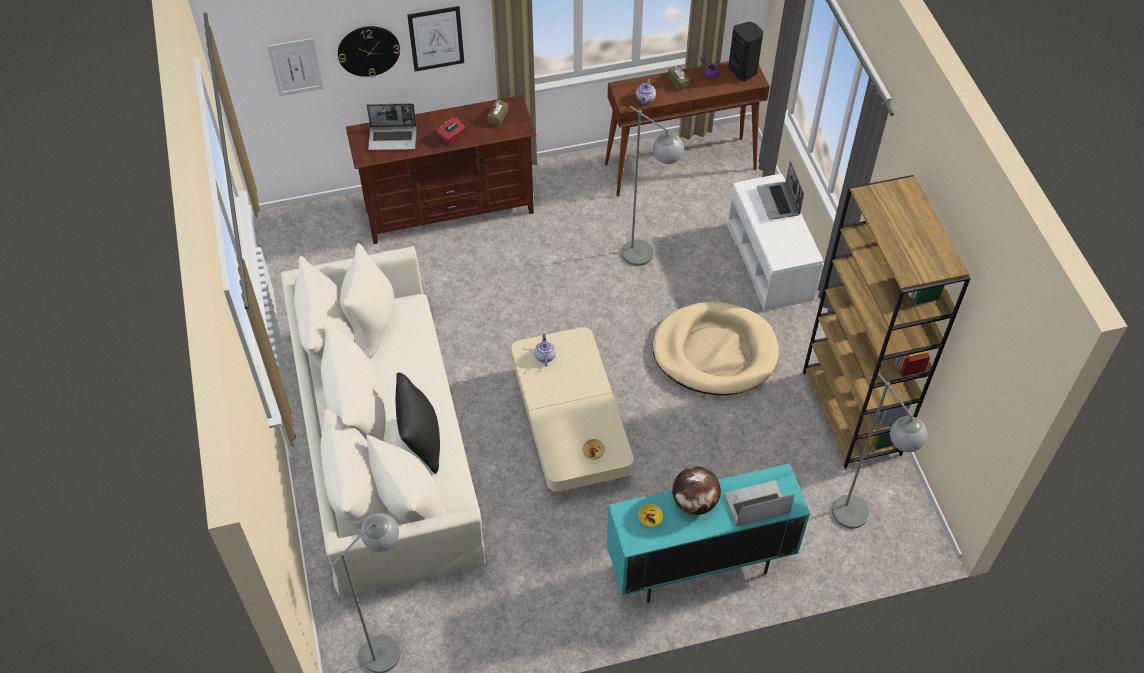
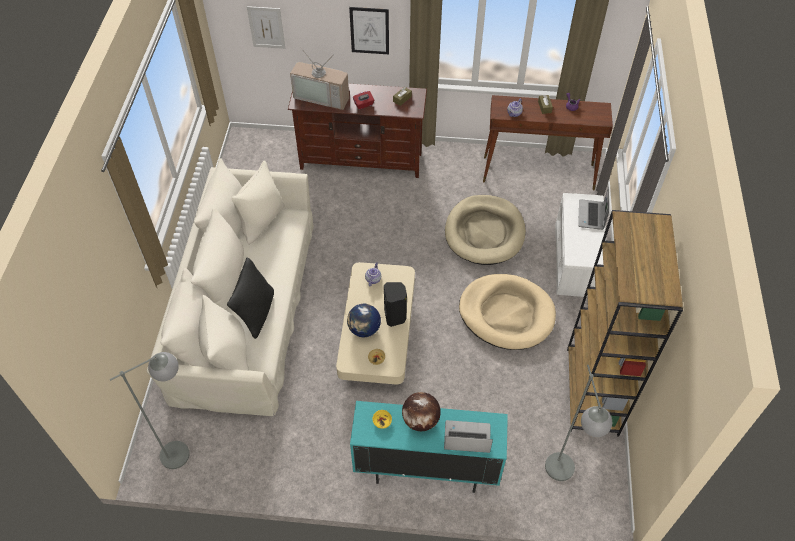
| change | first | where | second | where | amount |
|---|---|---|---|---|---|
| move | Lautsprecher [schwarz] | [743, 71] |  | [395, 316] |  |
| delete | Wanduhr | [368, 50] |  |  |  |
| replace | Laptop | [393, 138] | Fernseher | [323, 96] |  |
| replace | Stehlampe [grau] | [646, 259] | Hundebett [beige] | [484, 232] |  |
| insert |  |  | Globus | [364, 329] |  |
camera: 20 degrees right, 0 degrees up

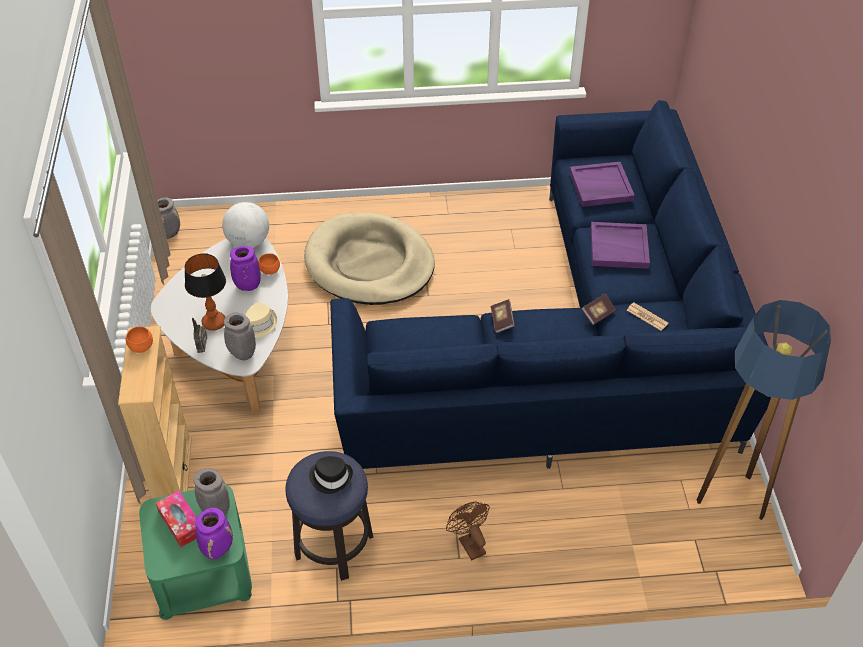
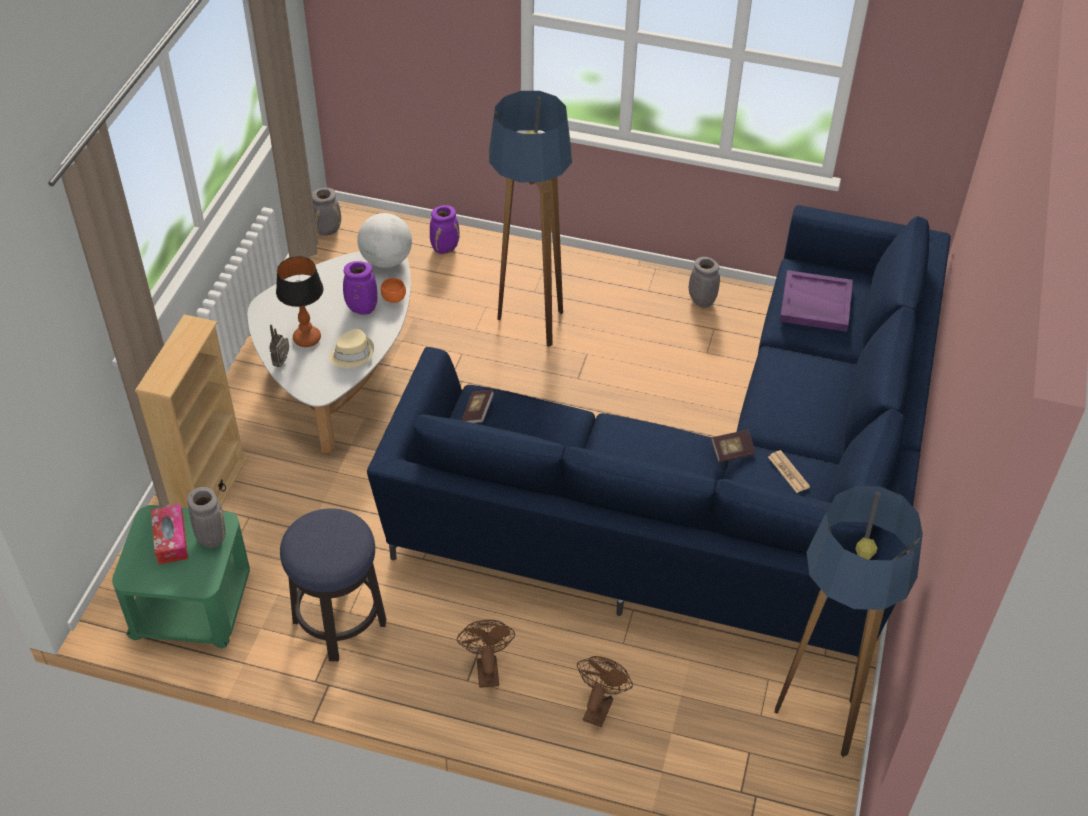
| change | first | where | second | where | amount |
|---|---|---|---|---|---|
| replace | Hundebett [beige] | [369, 264] | Stehlampe | [529, 324] |  |
| delete | Tablett [lila] | [619, 247] |  |  |  |
| move | Buch | [502, 321] |  | [477, 413] |  |
| move | Vase [grau] | [242, 354] |  | [701, 301] |  |
| delete | Schüssel [orange] | [141, 347] |  |  |  |
| delete | Hut [schwarz] | [331, 477] |  |  |  |
| move | Vase [lila] | [218, 549] |  | [445, 248] |  |
| insert |  |  | Ventilator [braun] | [599, 705] |  |
camera: 20 degrees right, 0 degrees up

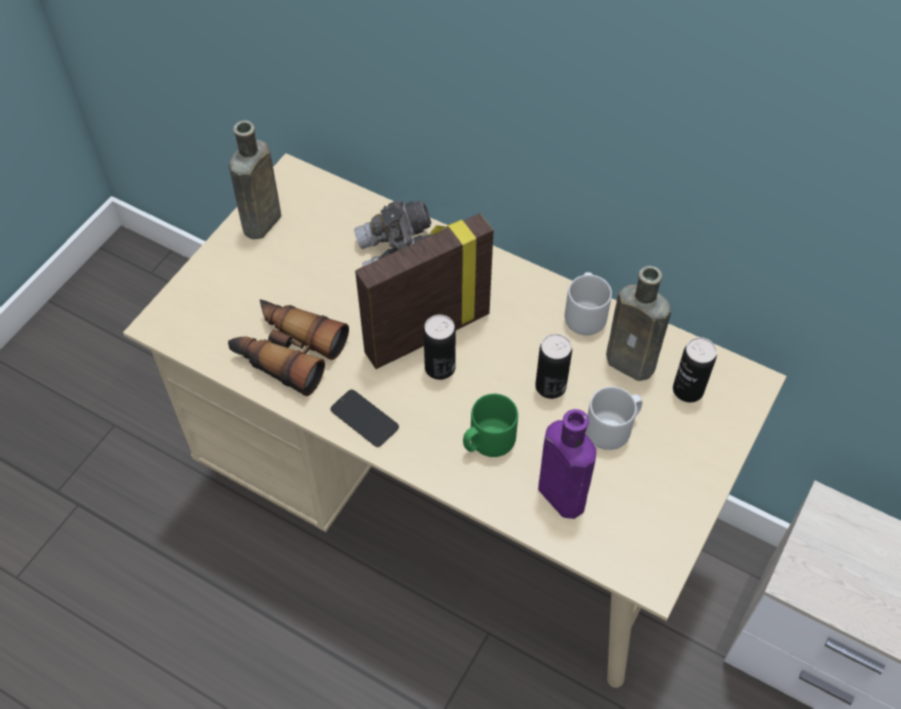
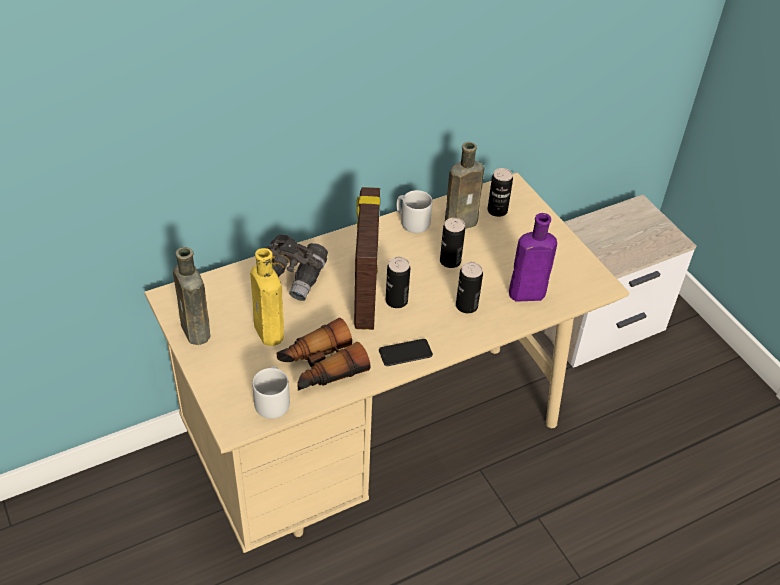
| change | first | where | second | where | amount |
|---|---|---|---|---|---|
| move | Henkelbecher [grau] | [613, 428] |  | [273, 401] |  |
| replace | Henkelbecher [grün] | [487, 441] | Dose | [466, 306] |  |
| insert |  |  | Flasche [gelb] | [270, 333] |  |
camera: 60 degrees left, 10 degrees down

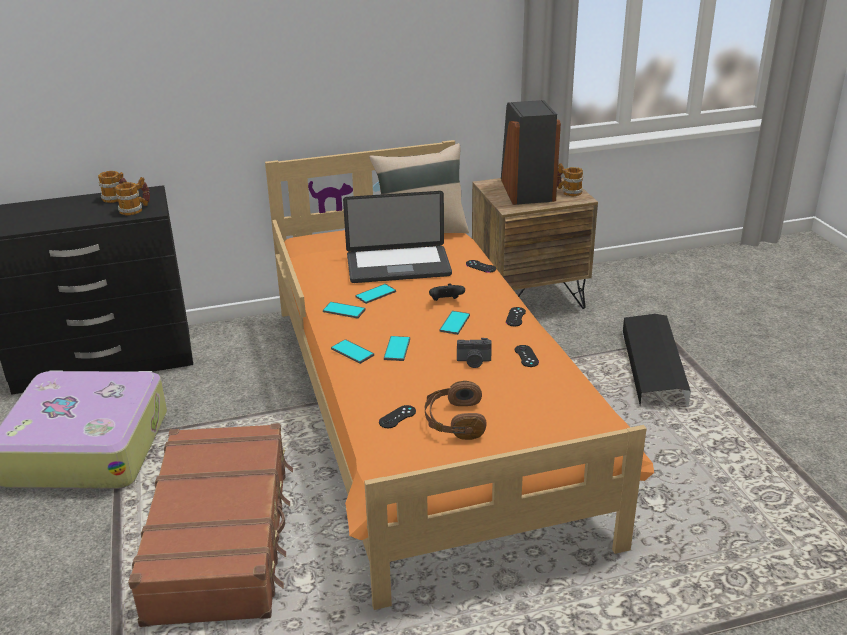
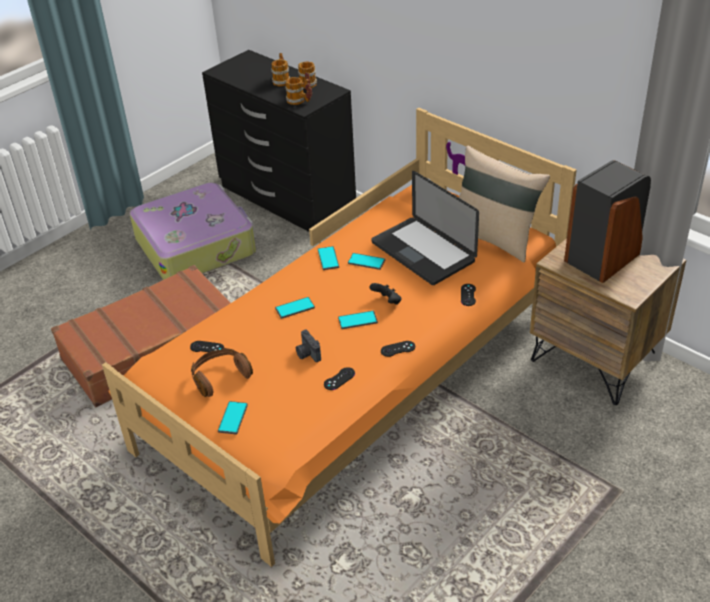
| change | first | where | second | where | amount |
|---|---|---|---|---|---|
| move | Henkelbecher | [568, 191] |  | [281, 80] |  |
| delete | Aufbewahrungsbox [schwarz] | [653, 367] |  |  |  |
| move | Handy | [352, 352] |  | [233, 418] |  |
camera: 60 degrees right, 10 degrees up

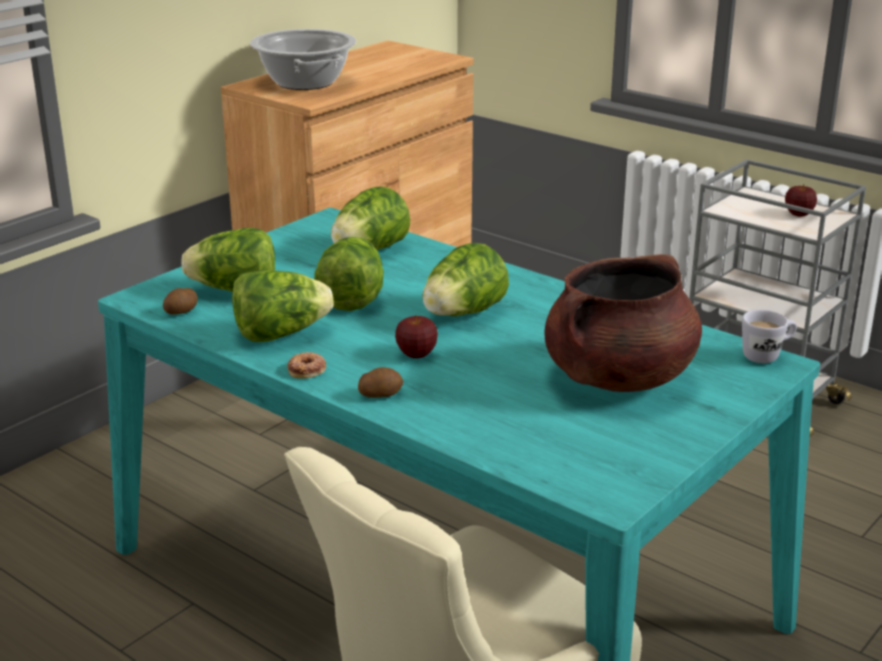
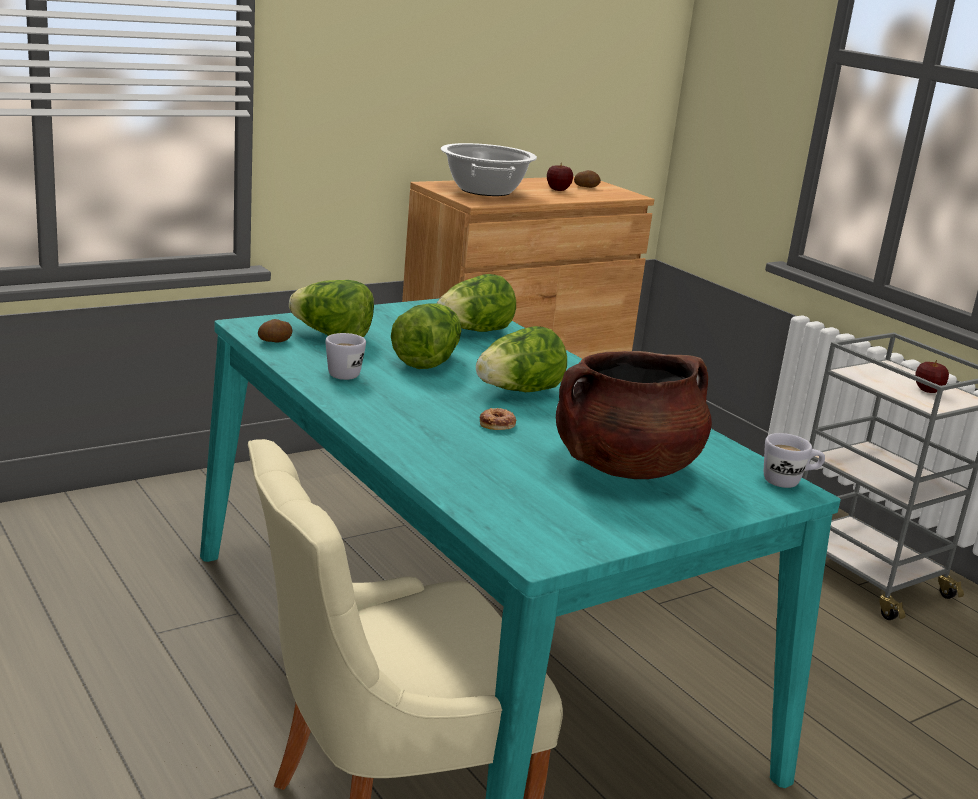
| change | first | where | second | where | amount |
|---|---|---|---|---|---|
| replace | Salatkopf | [280, 334] | Henkelbecher [weiß] | [344, 373] |  |
| move | Apfel | [417, 354] |  | [558, 190] |  |
| move | Donut | [307, 370] |  | [497, 424] |  |
| move | Kartoffel | [380, 394] |  | [586, 187] |  |
camera: 15 degrees right, 5 degrees down

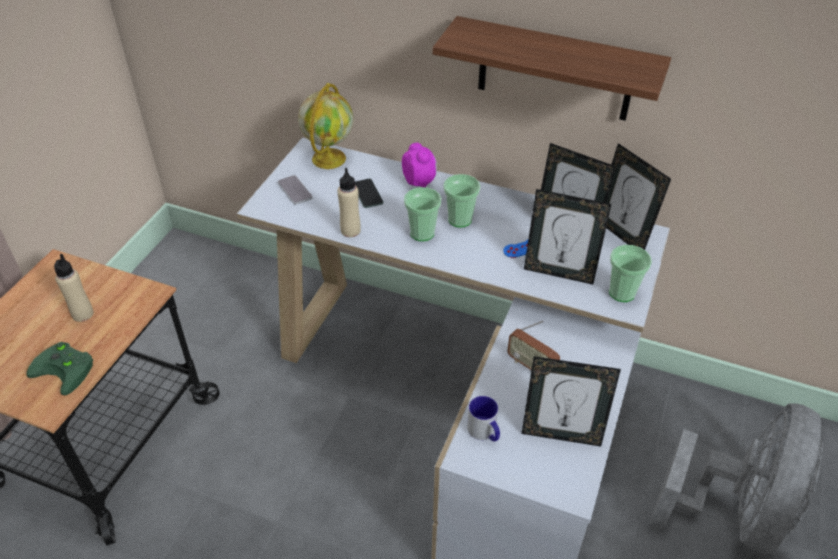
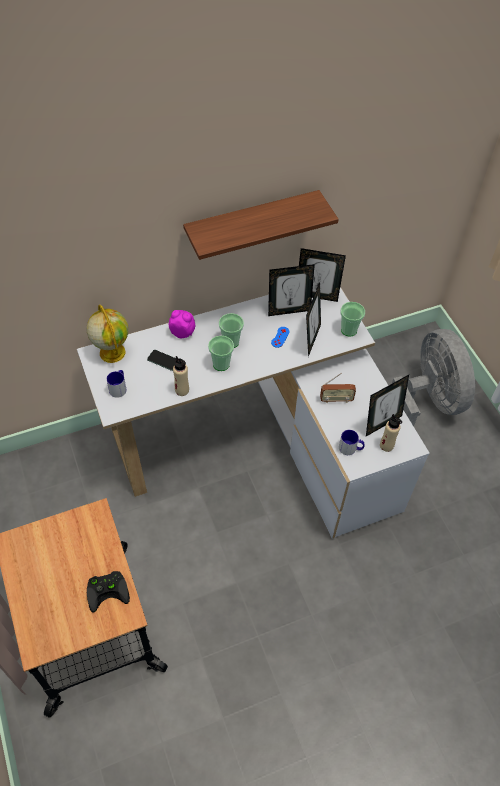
| change | first | where | second | where | amount |
|---|---|---|---|---|---|
| replace | Handy | [295, 190] | Henkelbecher | [119, 387] |  |
| rotate | Bilderrahmen | [559, 272] |  | [311, 339] | 45 degrees counterclockwise |
| move | Flasche [beige] | [82, 314] |  | [386, 445] |  |
| recolor | Gamepad [grün] | [67, 369] | Gamepad [schwarz] | [108, 590] |  |
camera: 45 degrees left, 10 degrees up

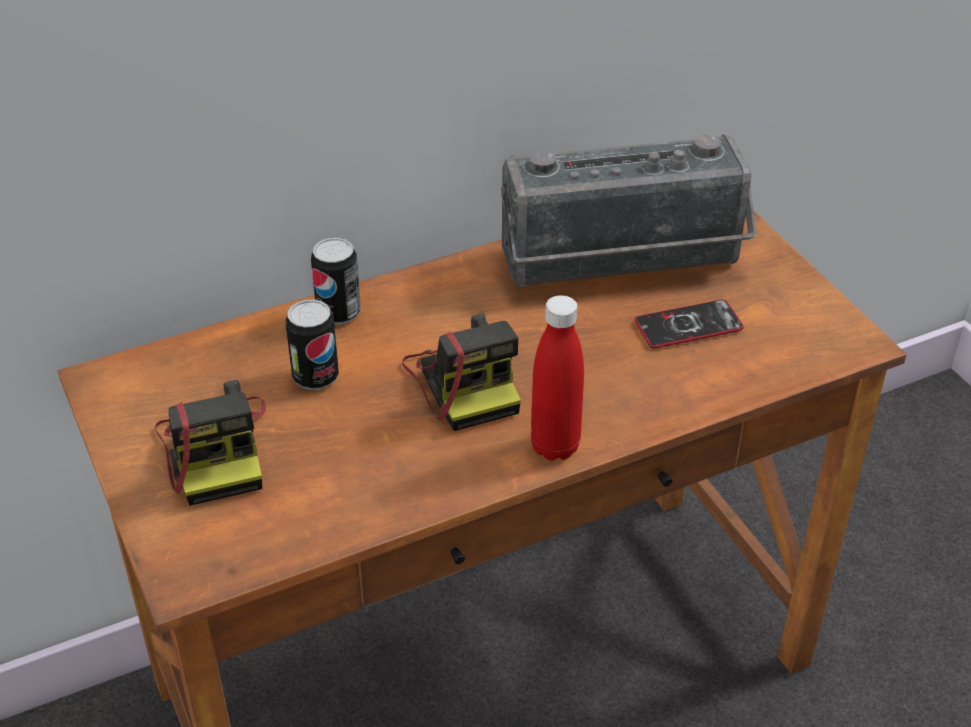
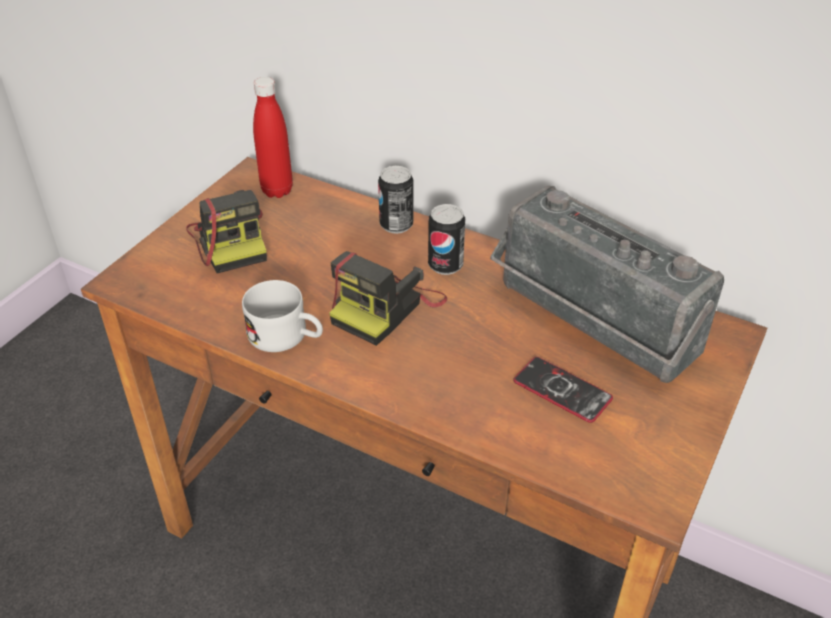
| change | first | where | second | where | amount |
|---|---|---|---|---|---|
| move | Flasche [rot] | [555, 446] |  | [277, 190] |  |
| move | Dose | [315, 377] |  | [445, 265] |  |
| rotate | Kamera | [216, 450] |  | [231, 240] | 60 degrees counterclockwise |
| insert |  |  | Henkelbecher [weiß] | [287, 337] |  |
camera: 55 degrees right, 0 degrees up

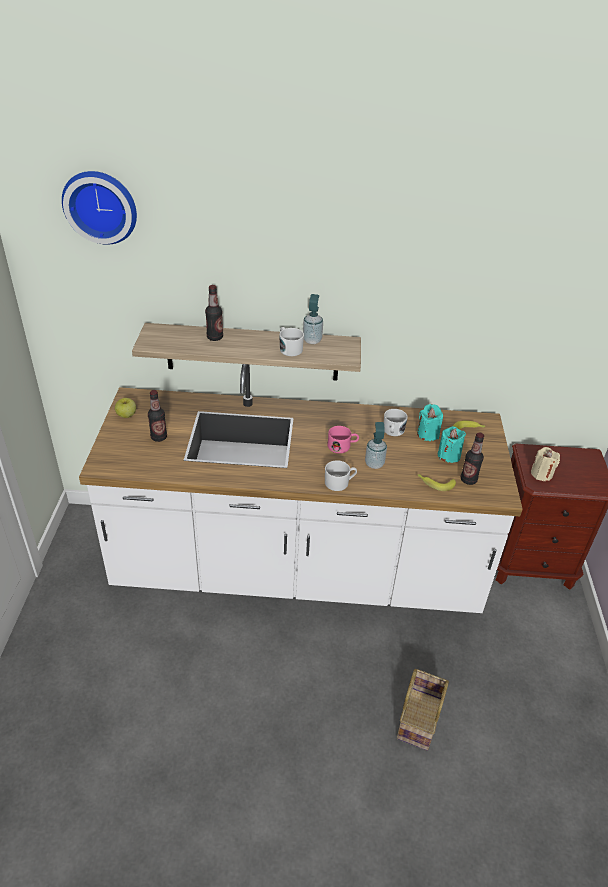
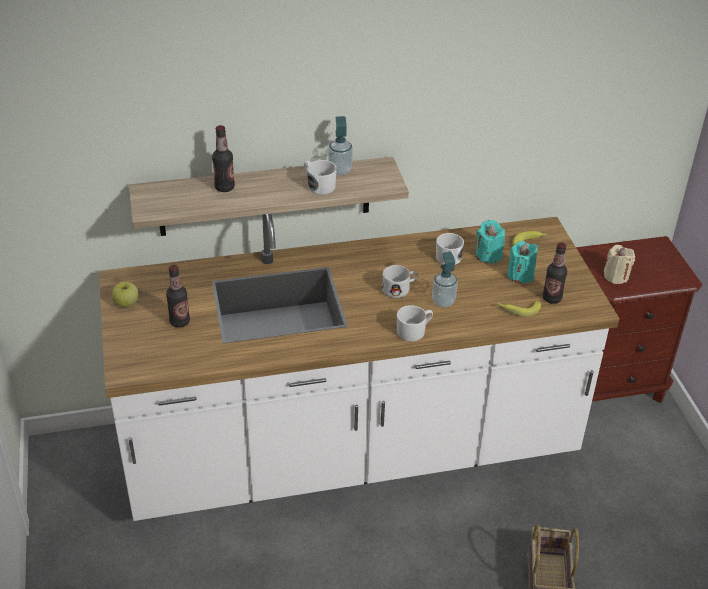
| change | first | where | second | where | amount |
|---|---|---|---|---|---|
| delete | Wanduhr | [101, 206] |  |  |  |
| recolor | Henkelbecher [rosa] | [342, 446] | Henkelbecher [weiß] | [400, 289] |  |
camera: 15 degrees left, 0 degrees up

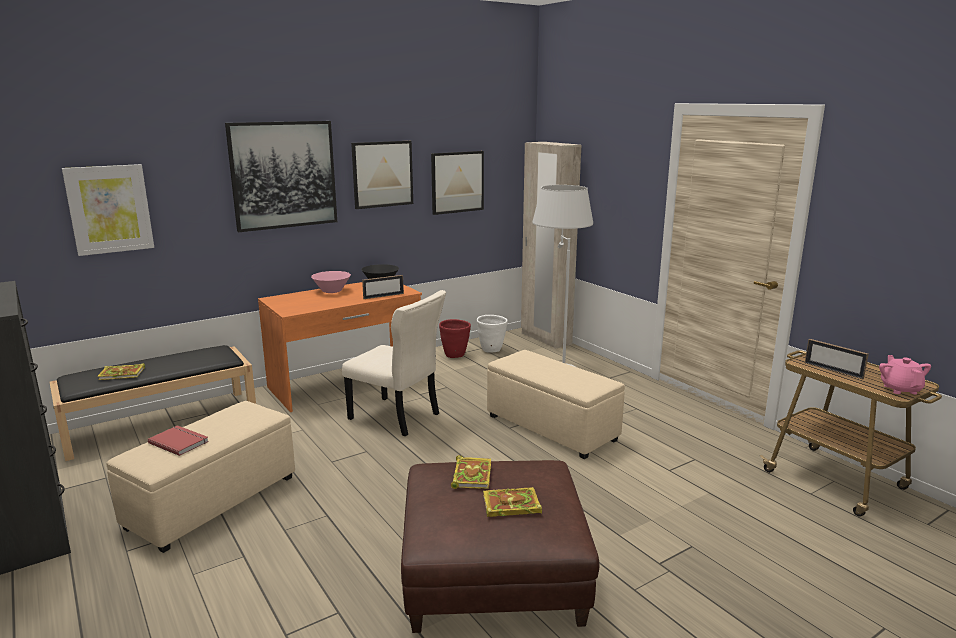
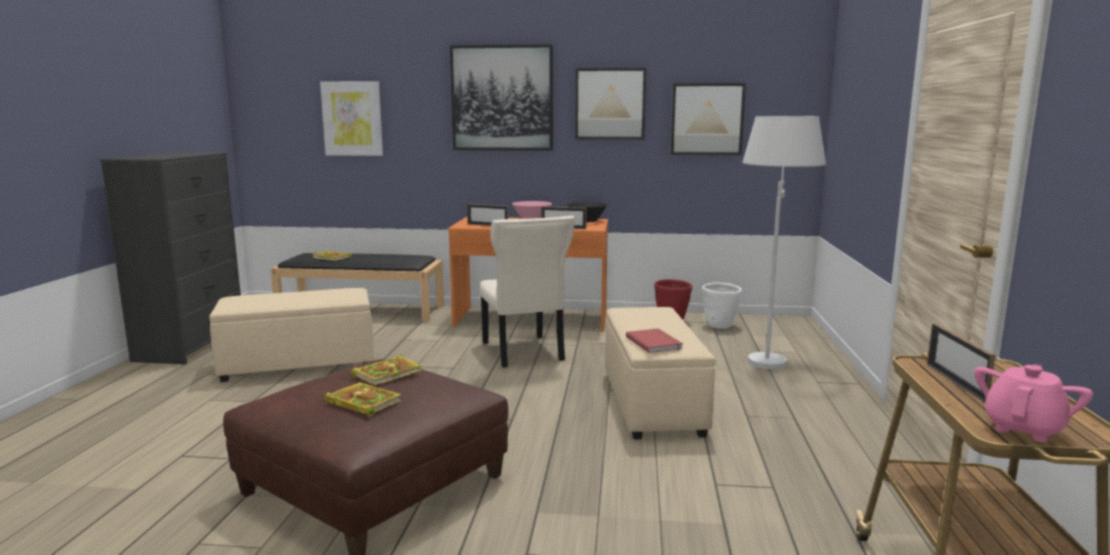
| change | first | where | second | where | amount |
|---|---|---|---|---|---|
| delete | Kleiderschrank [beige] | [545, 339] |  |  |  |
| move | Buch [rot] | [179, 441] |  | [655, 342] |  |
| insert |  |  | Bilderrahmen | [487, 225] |  |
camera: 40 degrees right, 5 degrees down

